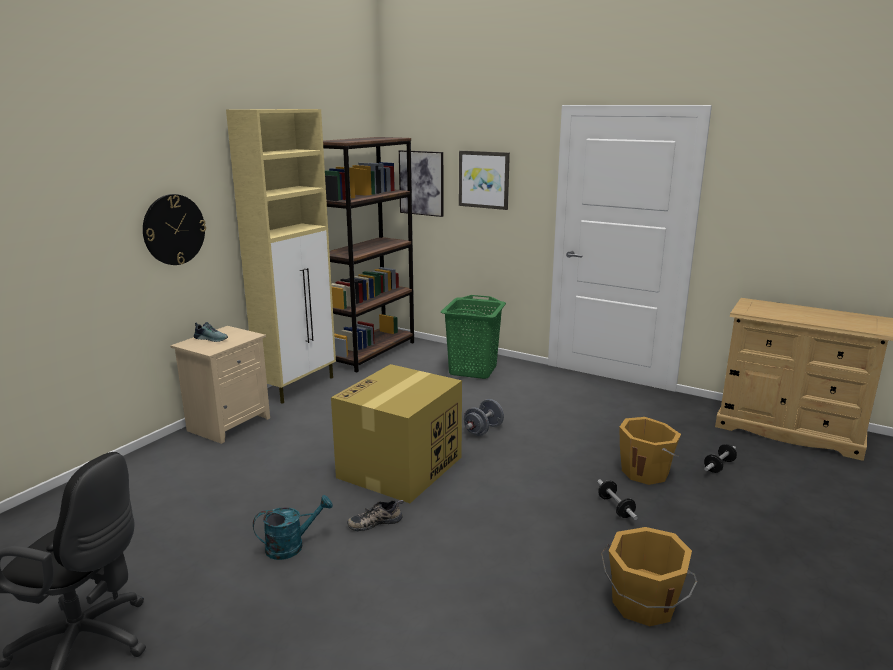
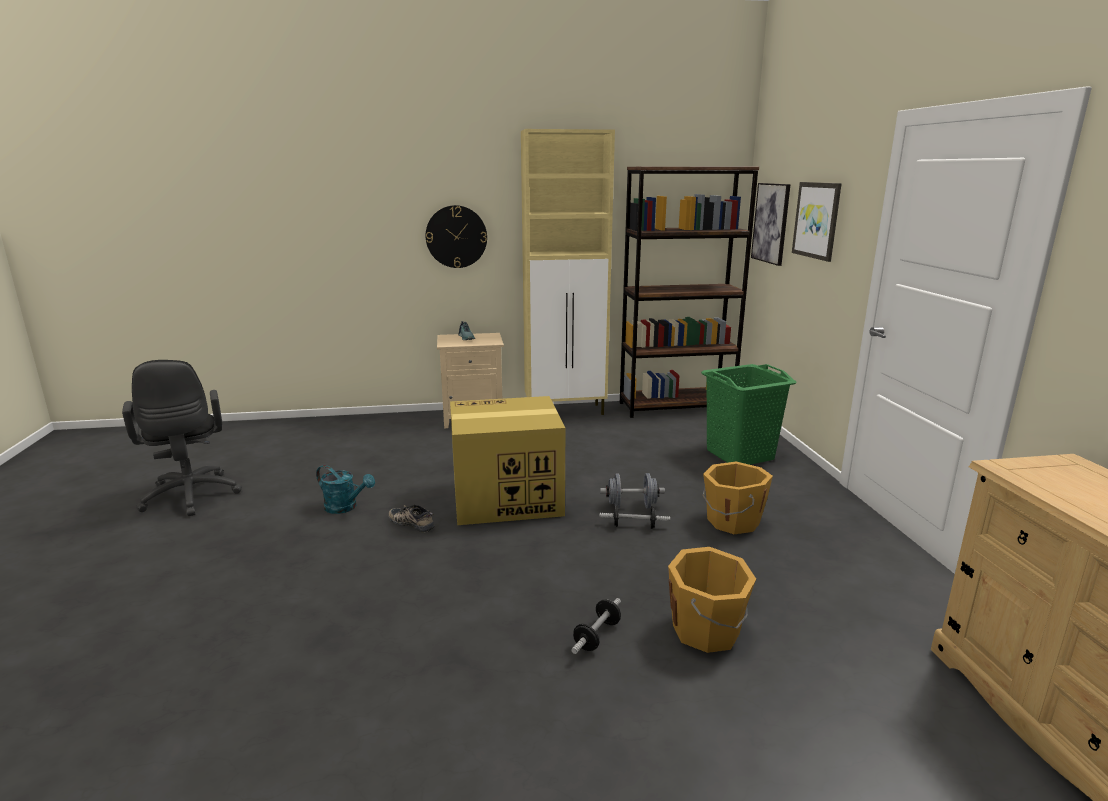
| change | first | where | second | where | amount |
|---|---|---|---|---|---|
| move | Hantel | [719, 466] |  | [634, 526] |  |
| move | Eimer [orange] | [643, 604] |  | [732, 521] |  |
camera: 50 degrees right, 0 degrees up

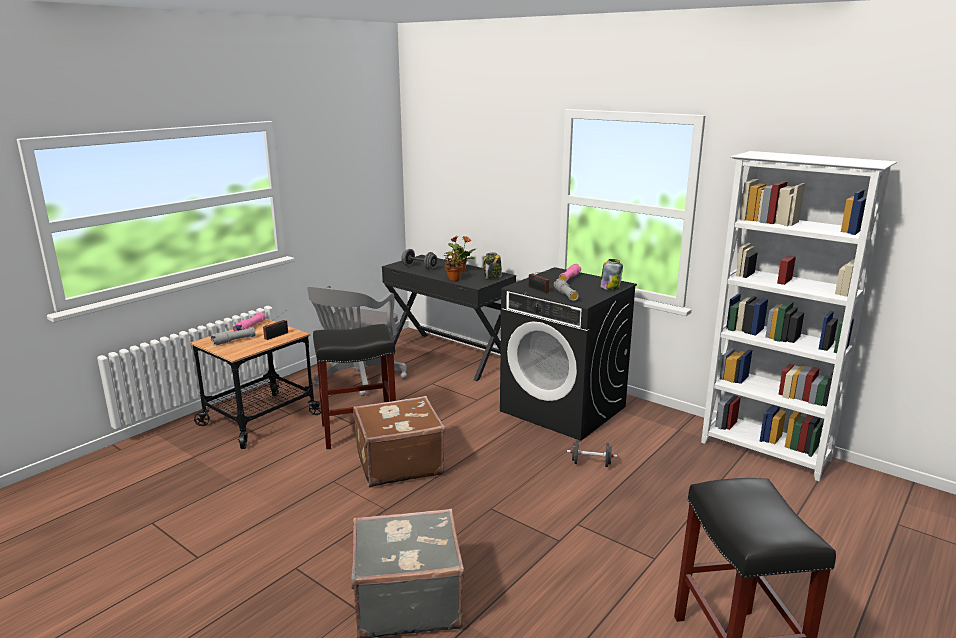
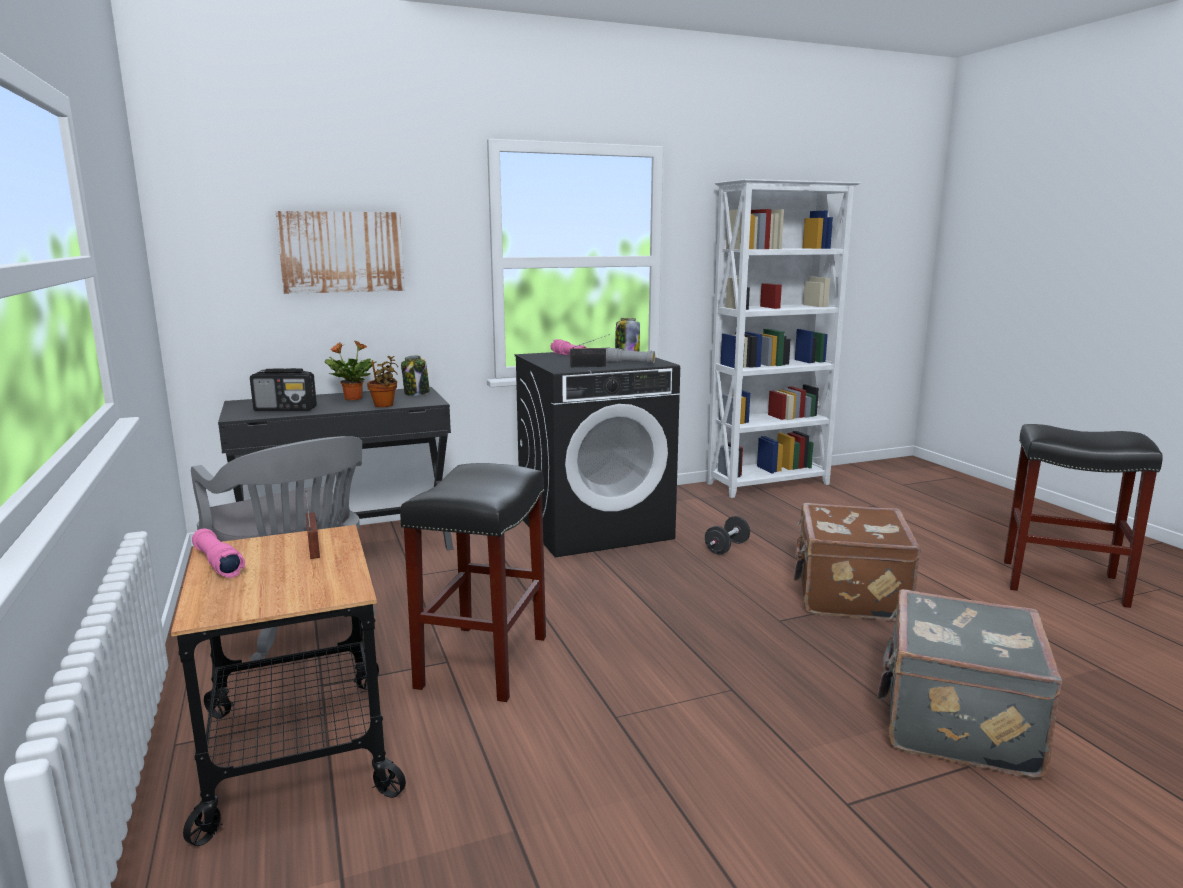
| change | first | where | second | where | amount |
|---|---|---|---|---|---|
| replace | Hantel [grau] | [419, 267] | Radio | [286, 409] |  |
| delete | Taschenlampe [grau] | [234, 341] |  |  |  |
| move | Koffer [braun] | [398, 463] |  | [848, 595] |  |
| insert |  |  | Bild | [342, 252] |  |
camera: 60 degrees left, 5 degrees down

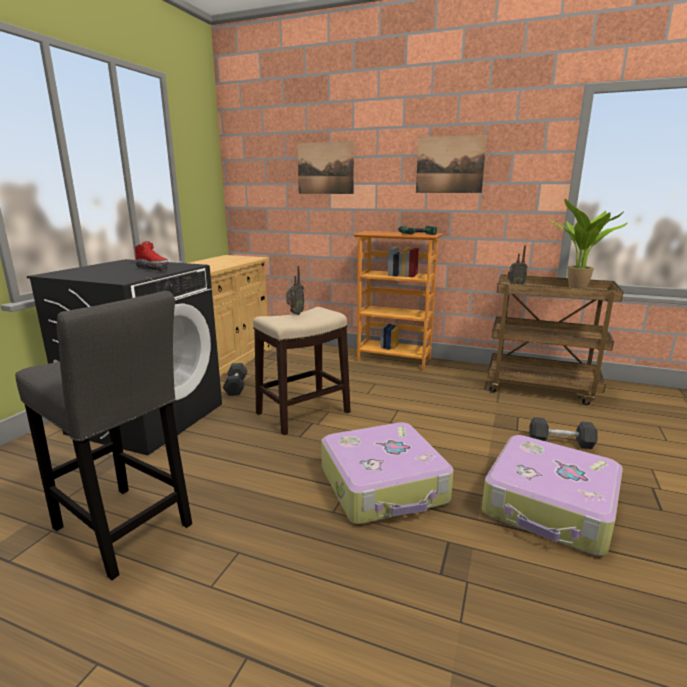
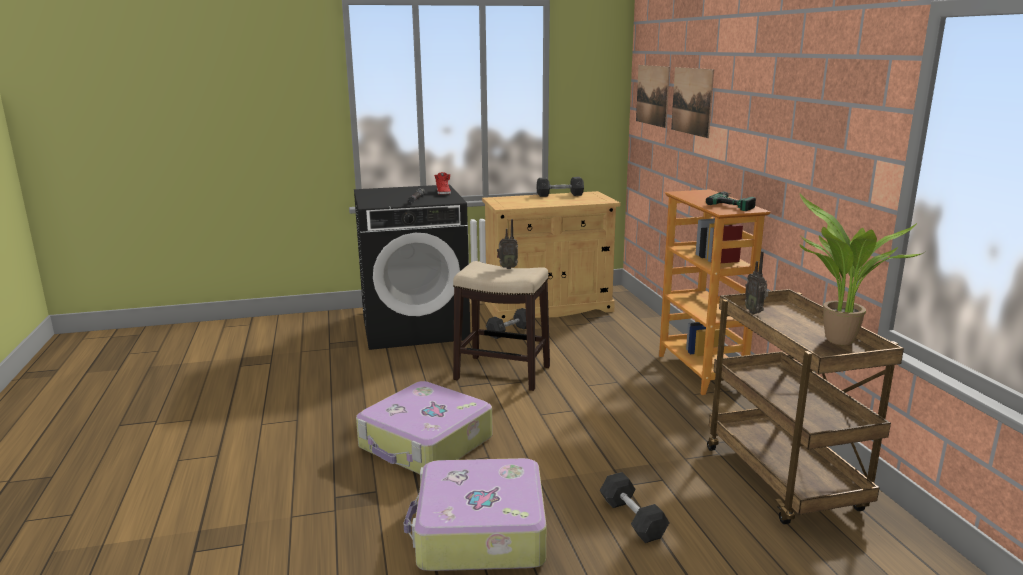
| change | first | where | second | where | amount |
|---|---|---|---|---|---|
| move | Bild | [450, 164] |  | [652, 95] |  |
| delete | Hocker [grau] | [125, 531] |  |  |  |
| insert |  |  | Hantel [grau] | [559, 195] |  |
camera: 55 degrees right, 0 degrees up

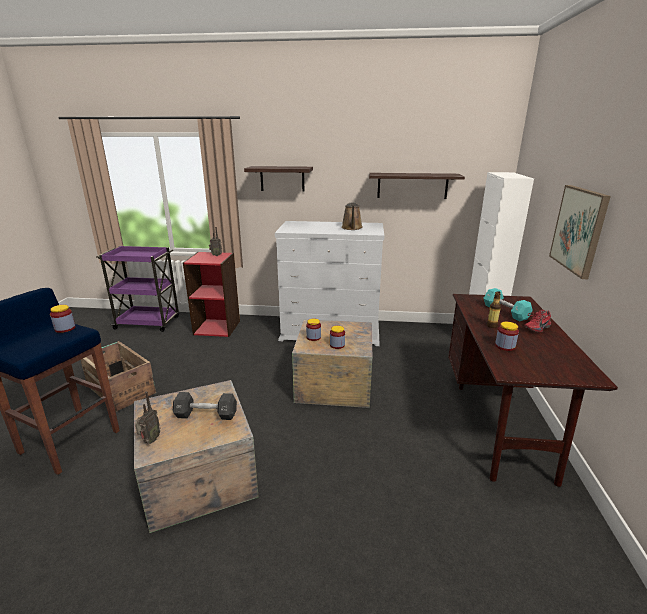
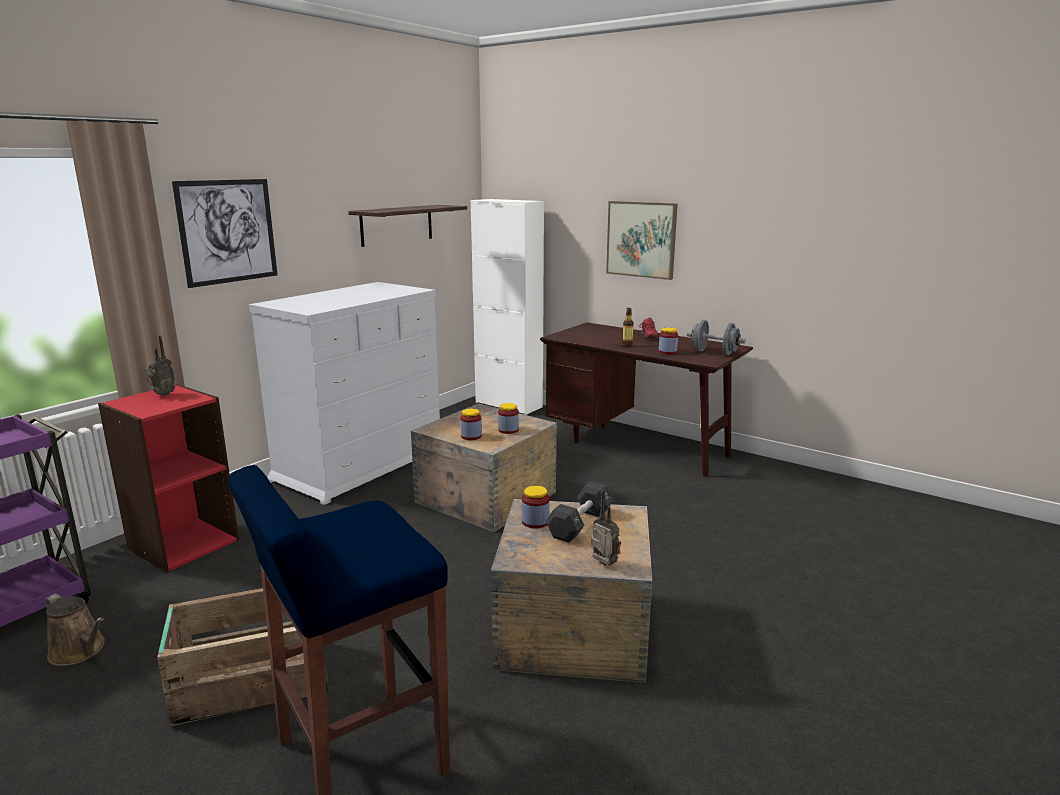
| change | first | where | second | where | amount |
|---|---|---|---|---|---|
| replace | Wandregal | [282, 178] | Bild | [227, 231] |  |
| move | Gießkanne [braun] | [352, 228] |  | [80, 651] |  |
| delete | Hantel [türkis] | [505, 312] |  |  |  |
| move | Vorratsglas | [65, 328] |  | [535, 522] |  |
| insert |  |  | Hantel [grau] | [714, 352] |  |
camera: 60 degrees left, 5 degrees down

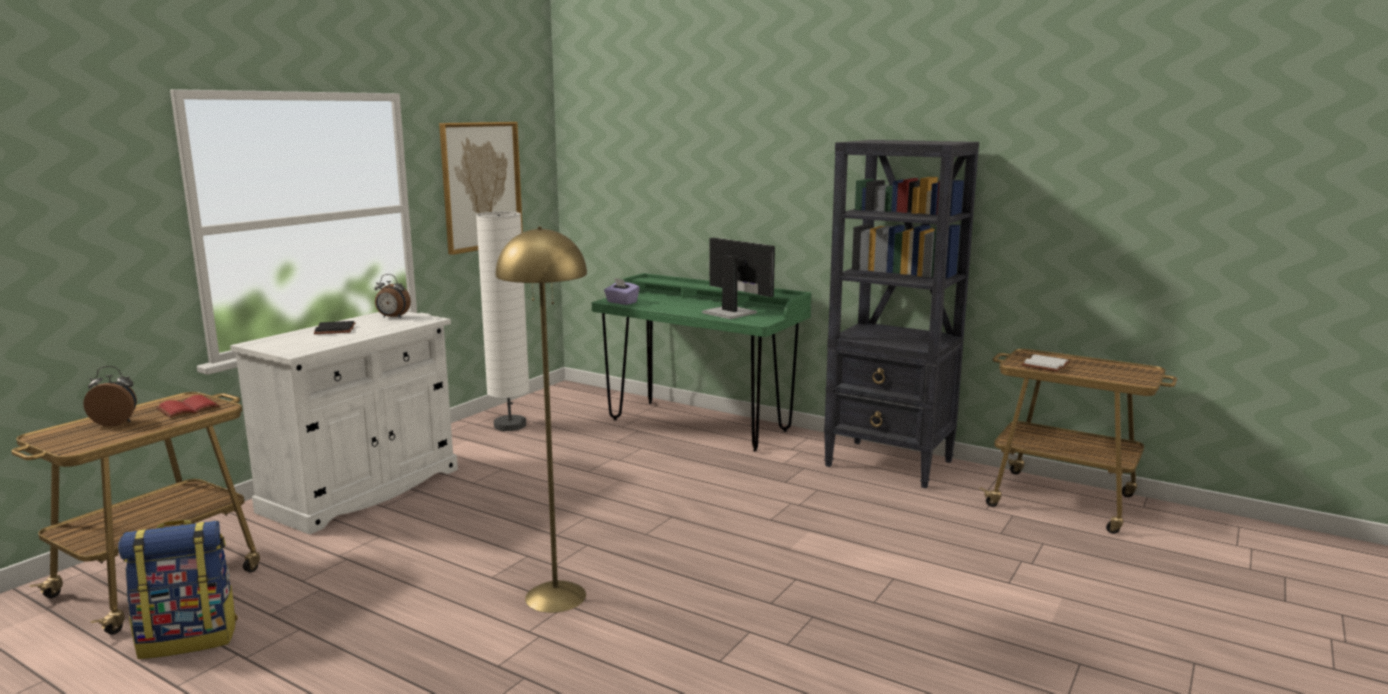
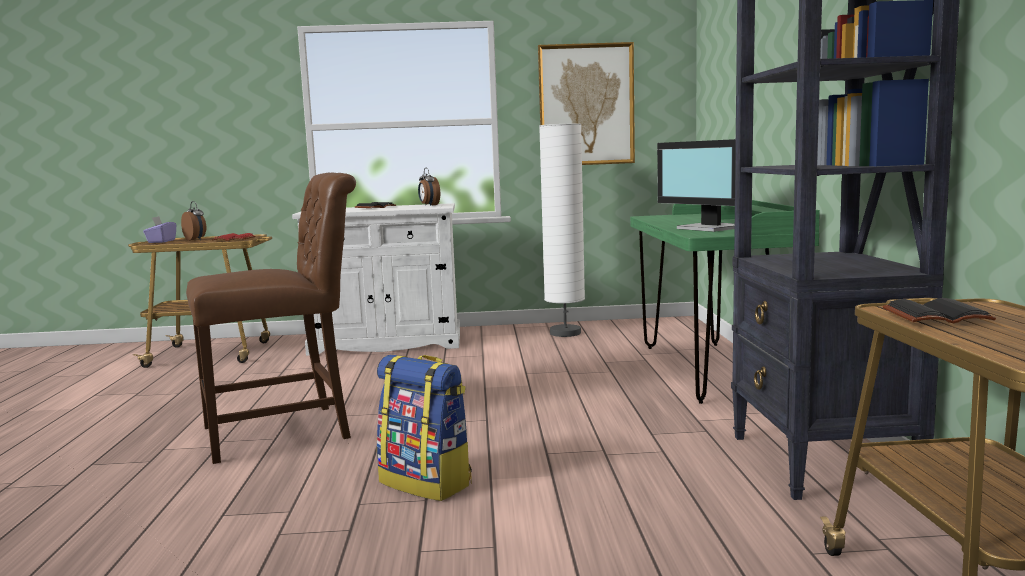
| change | first | where | second | where | amount |
|---|---|---|---|---|---|
| replace | Stehlampe [gelb] | [556, 596] | Stuhl [braun] | [286, 431] |  |
| rotate | Monitor | [730, 312] |  | [709, 228] | 135 degrees clockwise |
| move | Taschentuchbox [lila] | [621, 302] |  | [161, 241] |  |
| recolor | Buch [weiß] | [1044, 365] | Buch [schwarz] | [936, 315] |  |
| move | Rucksack | [189, 638] |  | [427, 483] |  |
camera: 55 degrees right, 5 degrees down

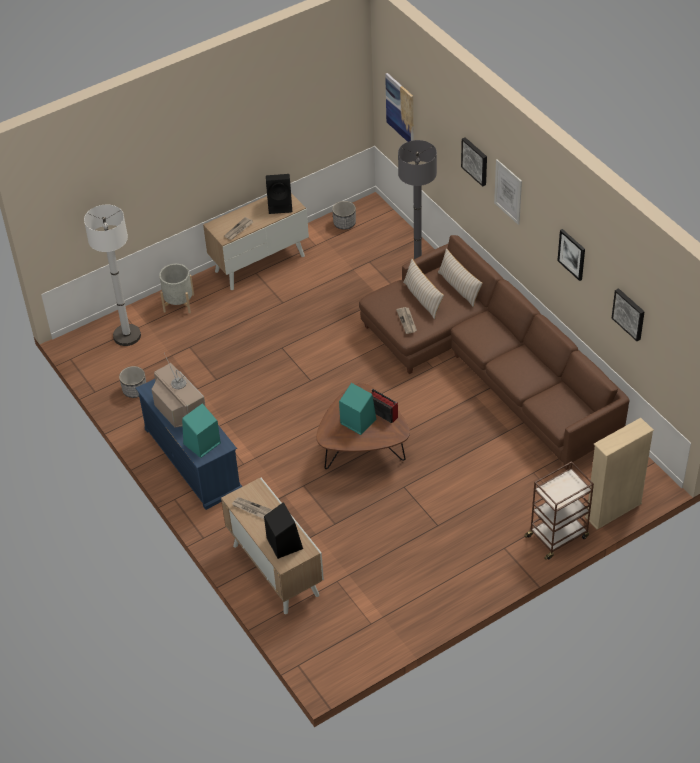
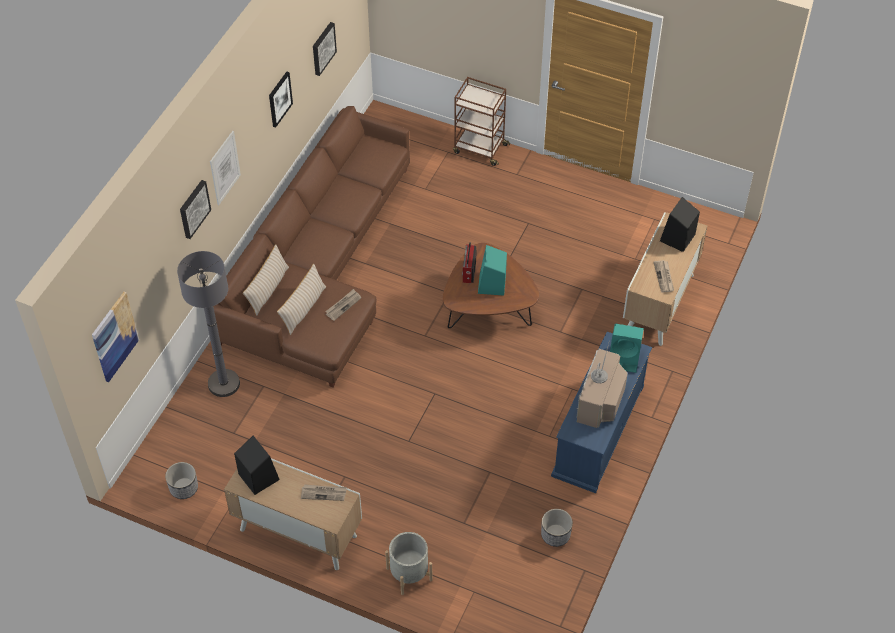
| change | first | where | second | where | amount |
|---|---|---|---|---|---|
| delete | Stehlampe [weiß] | [127, 336] |  |  |  |
| delete | Bücherregal [beige] | [613, 510] |  |  |  |
camera: 125 degrees left, 5 degrees up

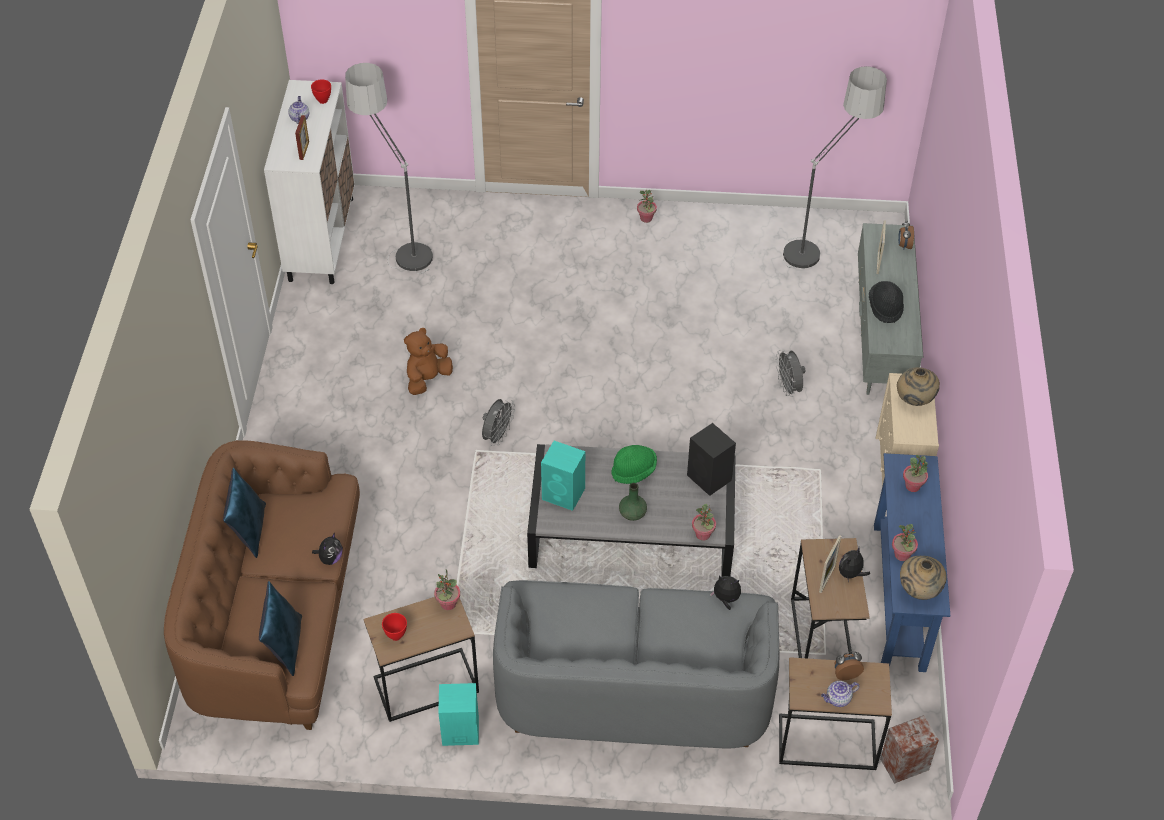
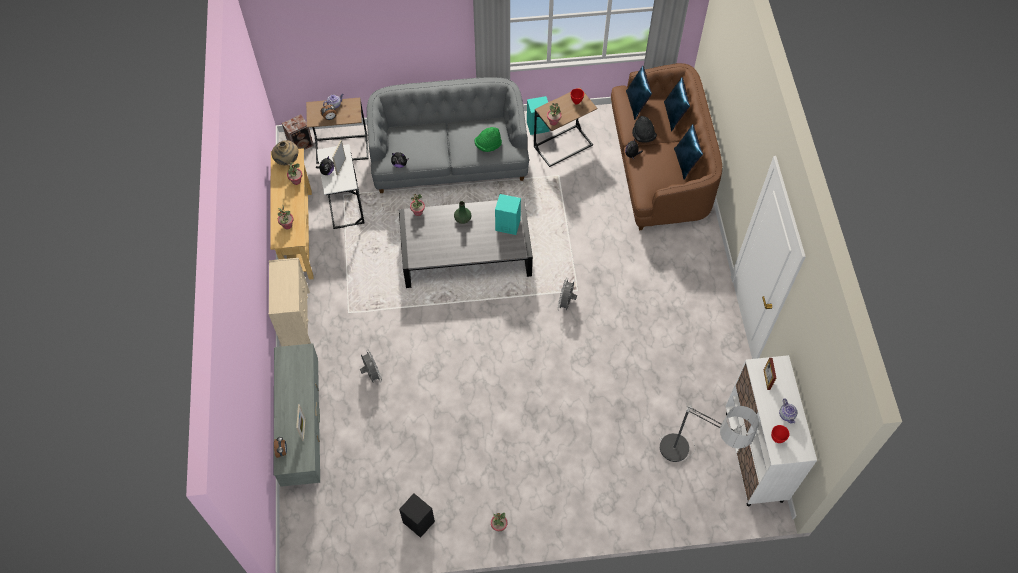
| change | first | where | second | where | amount |
|---|---|---|---|---|---|
| delete | Stehlampe | [820, 241] |  |  |  |
| move | Hut [schwarz] | [885, 308] |  | [643, 136] |  |
| delete | Plüschtier [braun] | [427, 379] |  |  |  |
| delete | Vase [beige] | [914, 401] |  |  |  |
| move | Lautsprecher [schwarz] | [710, 478] |  | [418, 521] |  |
| move | Hut [grün] | [634, 471] |  | [488, 145] |  |
| recolor | Konsolentisch [blau] | [899, 596] | Konsolentisch [beige] | [298, 235] |  |
| recolor | Beistelltisch [braun] | [821, 636] | Beistelltisch [weiß] | [345, 204] |  |
| insert |  |  | Kissen [blau] | [674, 116] |  |
camera: 170 degrees right, 10 degrees up

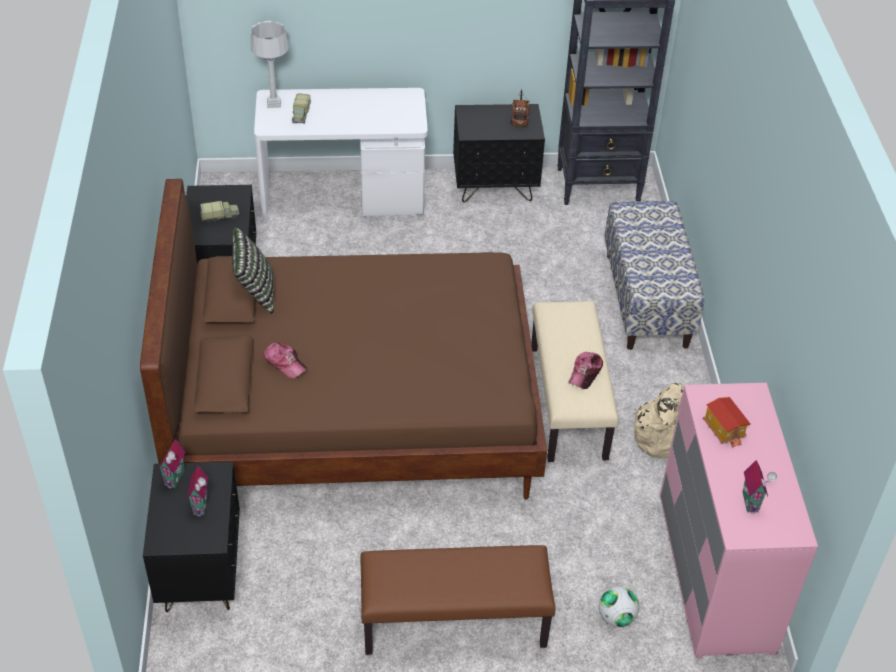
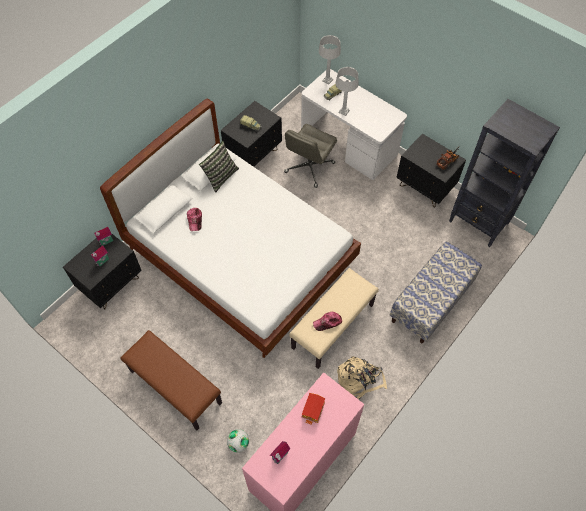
| change | first | where | second | where | amount |
|---|---|---|---|---|---|
| recolor | Bett [braun] | [354, 407] | Bett [weiß] | [241, 256] |  |
| insert |  |  | Tischlampe [grau] | [344, 111] |  |
| insert |  |  | Bürostuhl [grau] | [309, 168] |  |
camera: 45 degrees right, 15 degrees up

